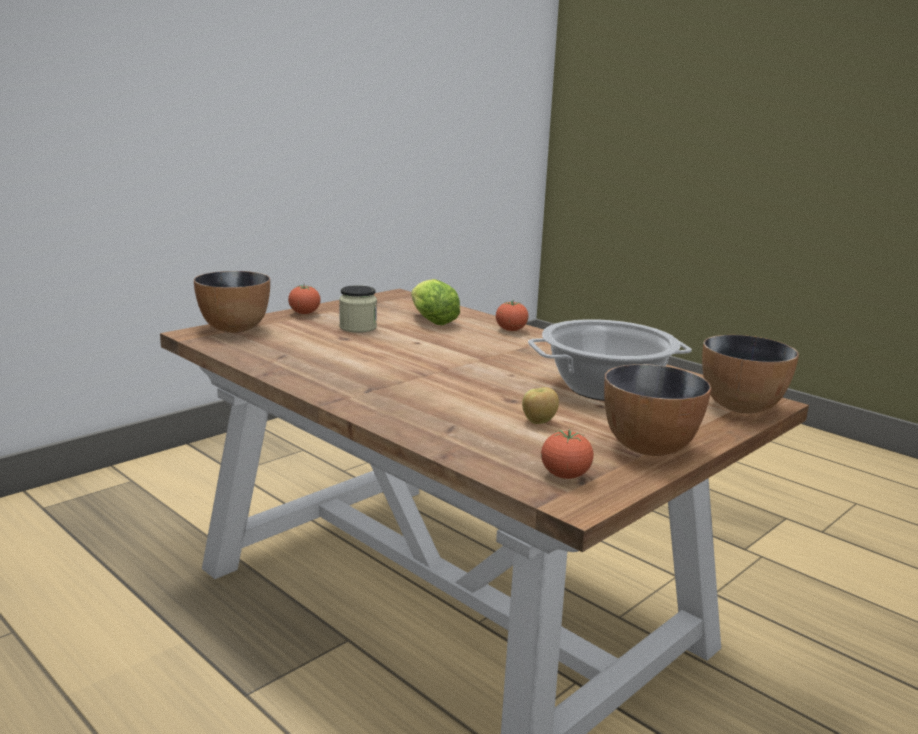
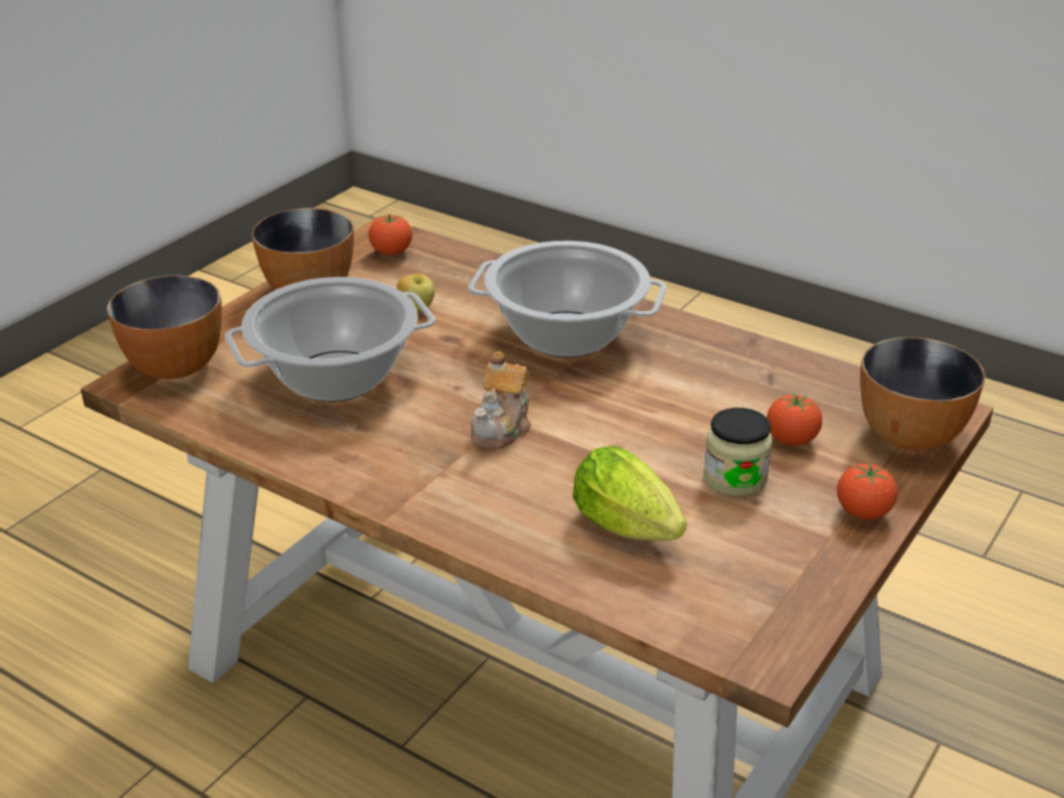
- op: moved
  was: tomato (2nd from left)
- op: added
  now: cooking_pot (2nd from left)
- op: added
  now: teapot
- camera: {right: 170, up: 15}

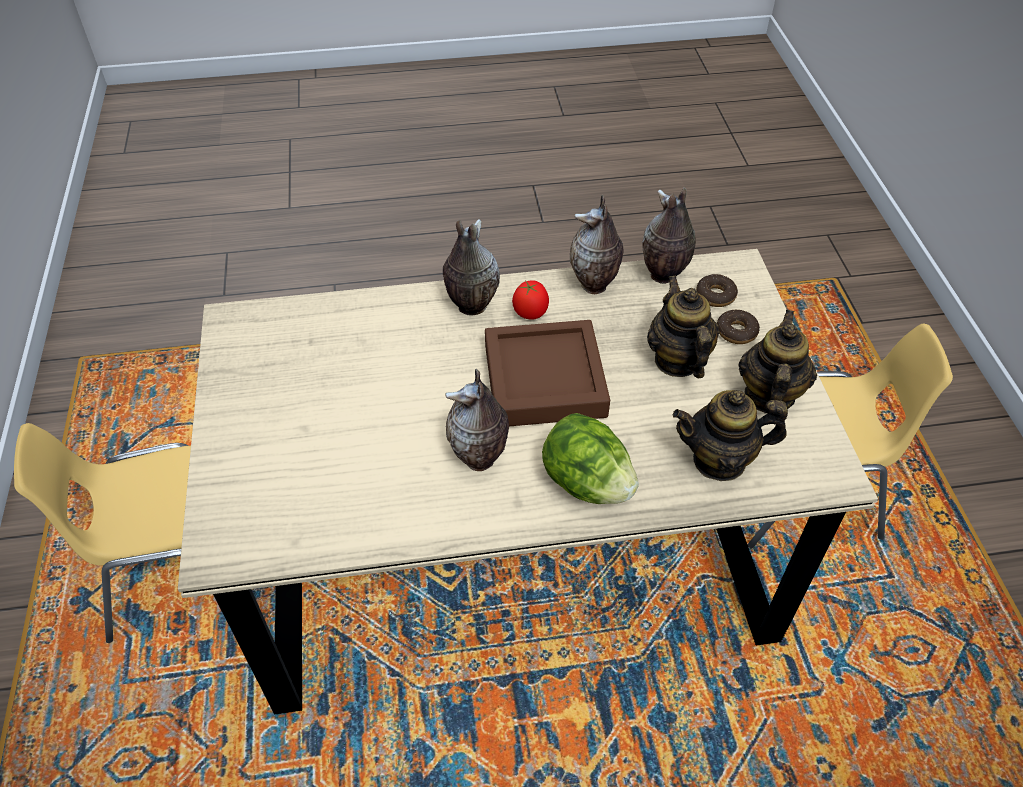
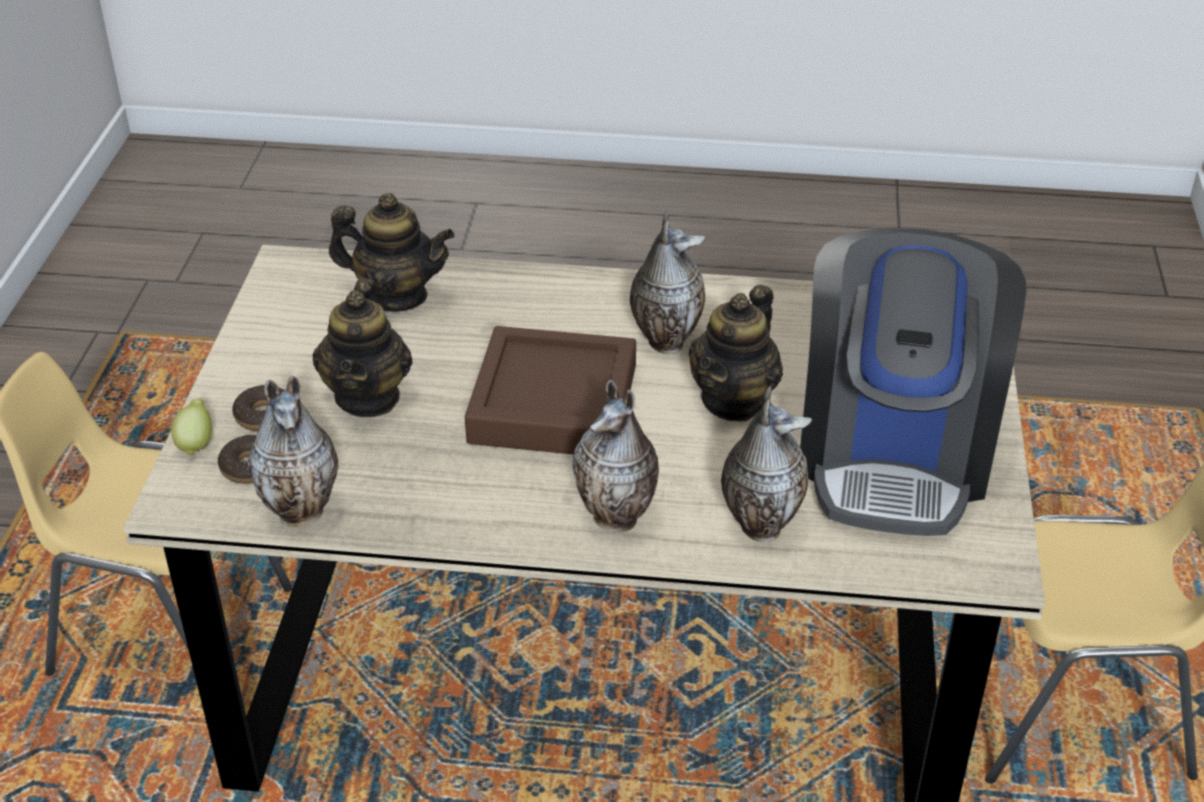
- op: removed
  was: tomato
- op: removed
  was: lettuce
- op: moved
  was: vase (3rd from left in the first image)
  now: vase (4th from left)
- op: moved
  was: teapot (3rd from left)
- op: added
  now: lemon
- op: added
  now: coffee_machine
- camera: {right: -165, up: -10}

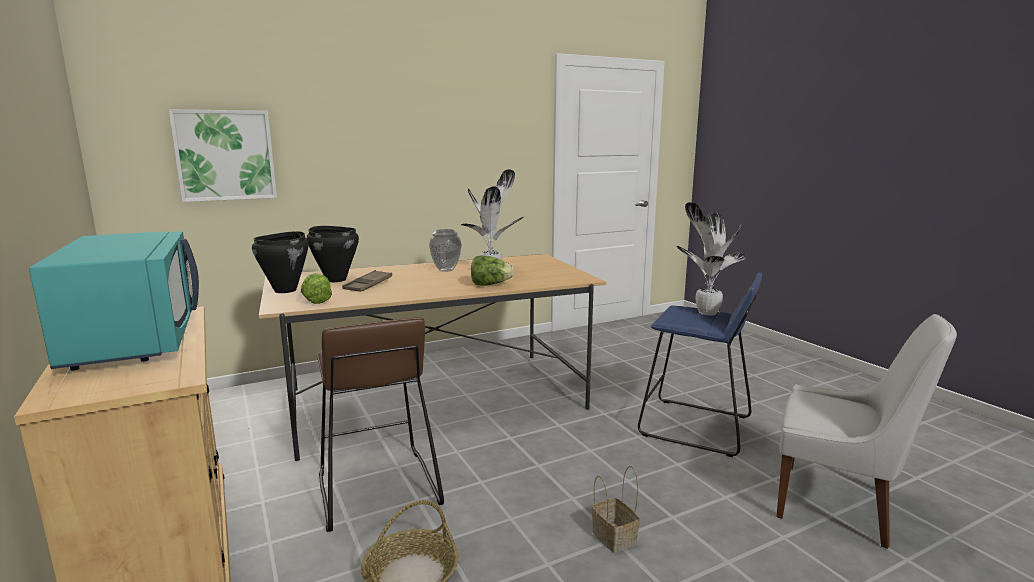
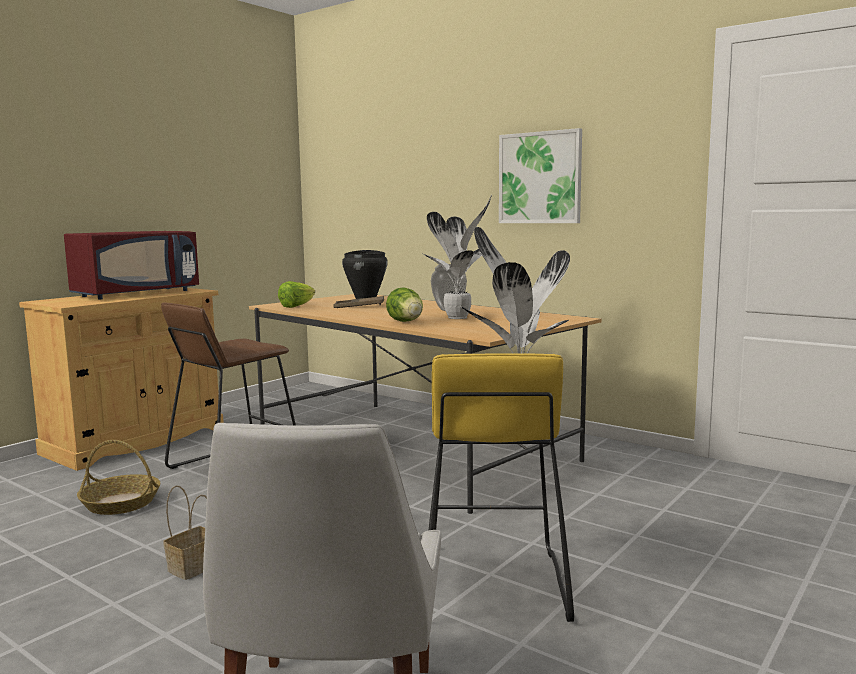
- op: recoloured
  was: turquoise_microwave
  now: red_microwave
- op: moved
  was: picture
- op: removed
  was: black_cooking_pot (1st from left)
- op: recoloured
  was: blue_stool
  now: yellow_stool
- camera: {right: 65, up: -5}

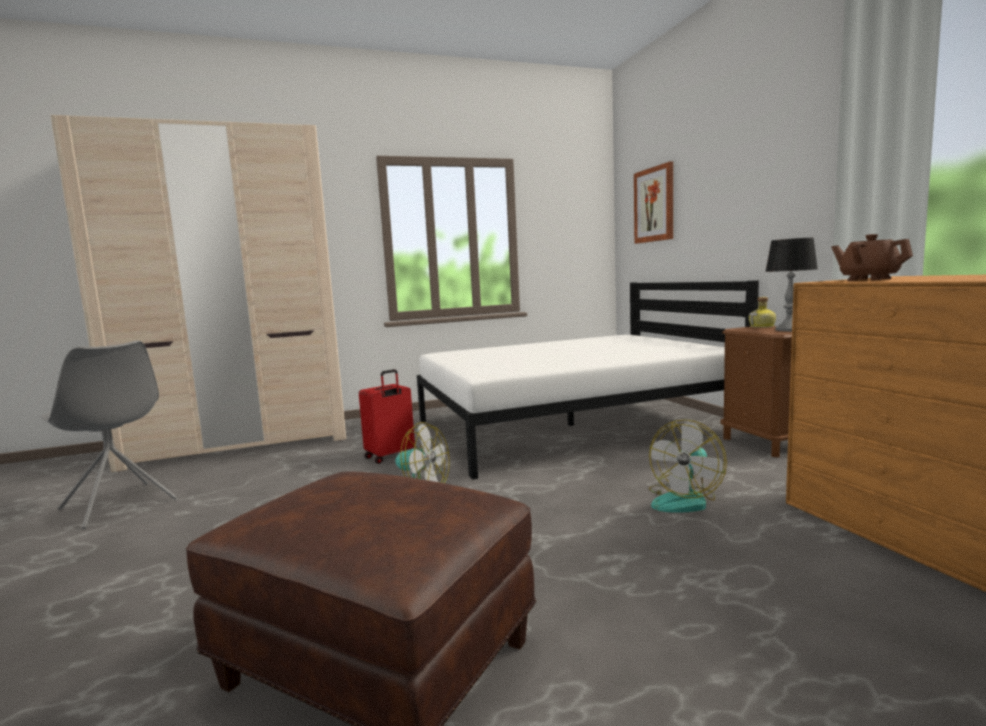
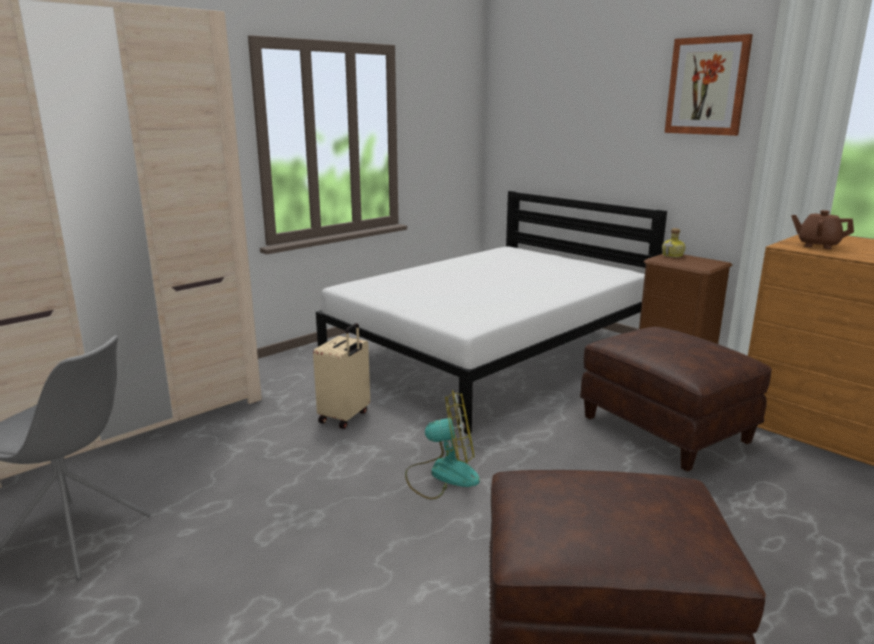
- op: recoloured
  was: red_suitcase
  now: beige_suitcase
- op: moved
  was: picture
- op: replaced
  was: fan (2nd from left)
  now: brown_ottoman (2nd from left)
- op: removed
  was: table_lamp
- camera: {right: -25, up: 10}

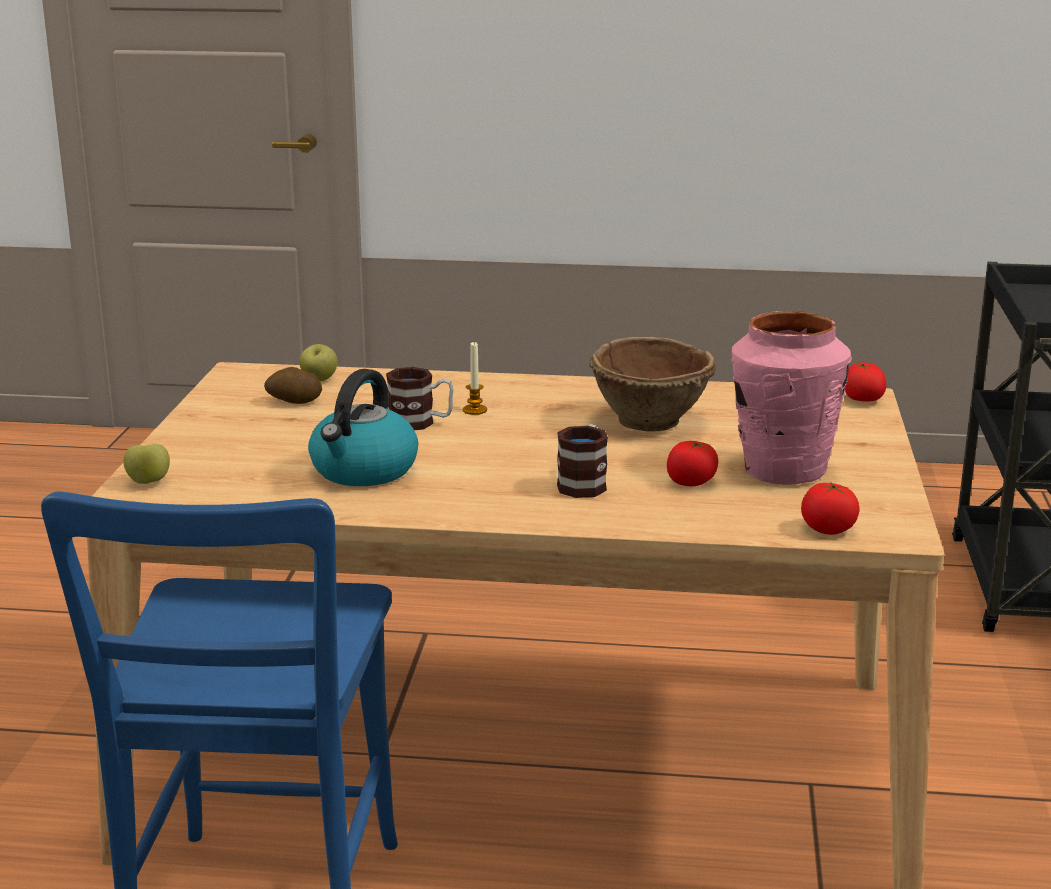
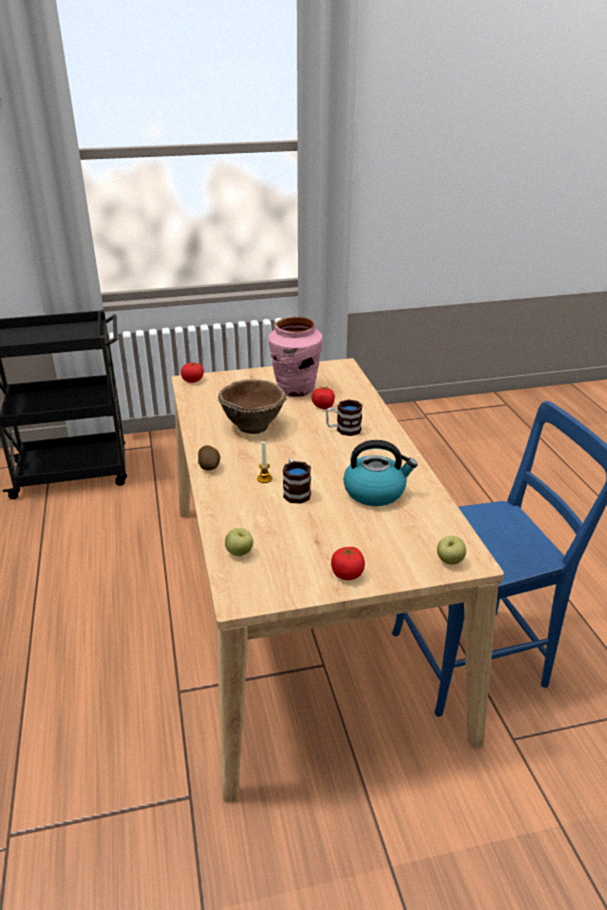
- op: moved
  was: potato
- op: moved
  was: tomato (2nd from left in the first image)
  now: tomato (3rd from left)
- camera: {right: -110, up: 10}

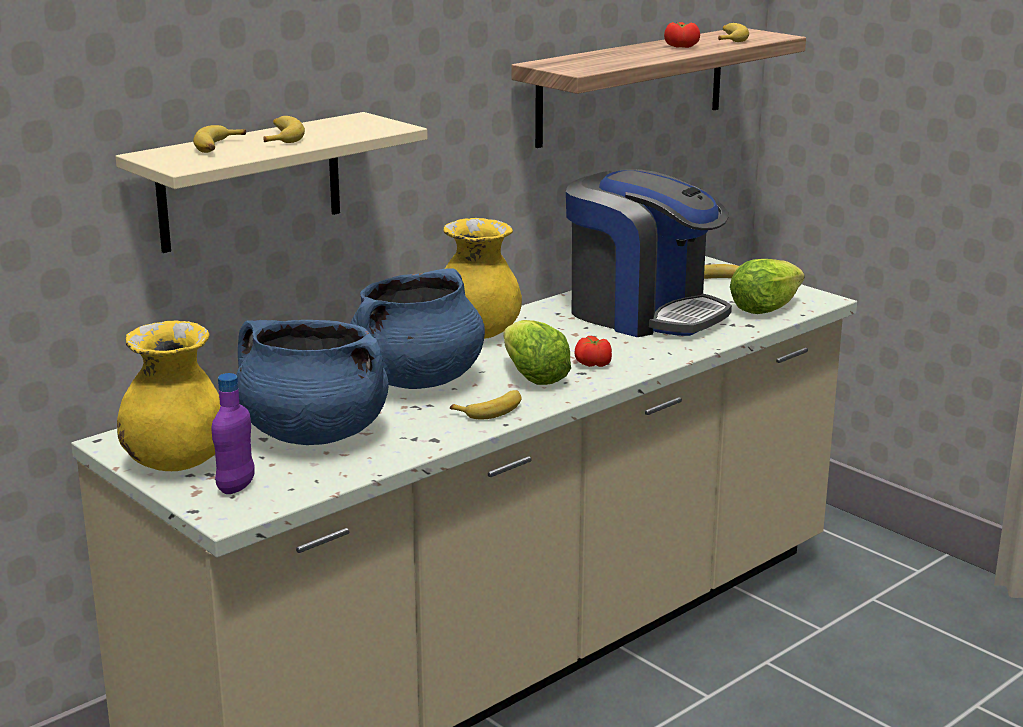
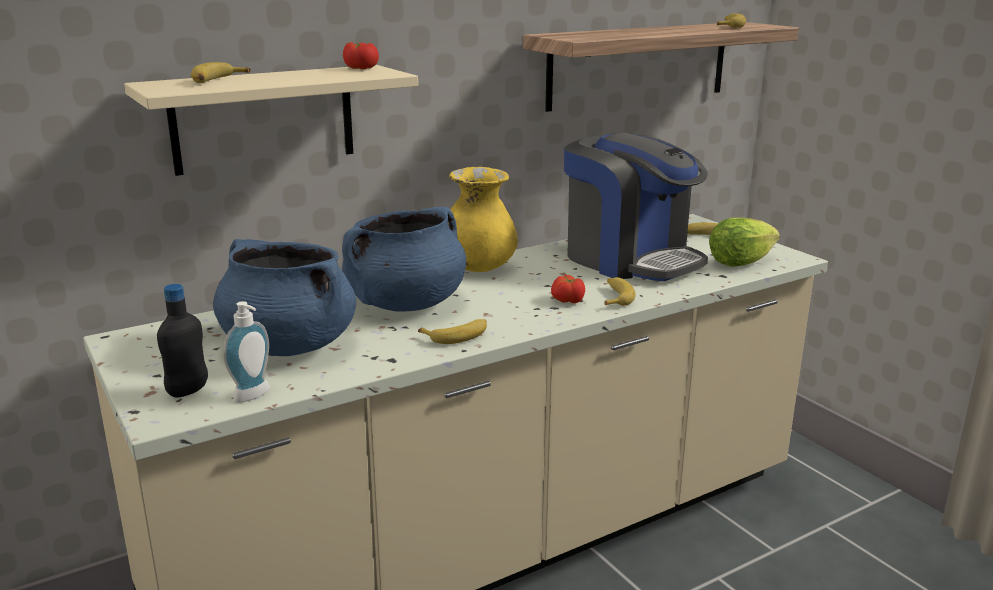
- op: removed
  was: yellow_vase (1st from left)
- op: recoloured
  was: purple_bottle
  now: black_bottle
- op: moved
  was: banana (2nd from left in the first image)
  now: banana (3rd from left)
- op: removed
  was: lettuce (1st from left)
- op: moved
  was: tomato (2nd from left in the first image)
  now: tomato (1st from left)
- op: added
  now: soap_dispenser
- camera: {right: 10, up: 0}

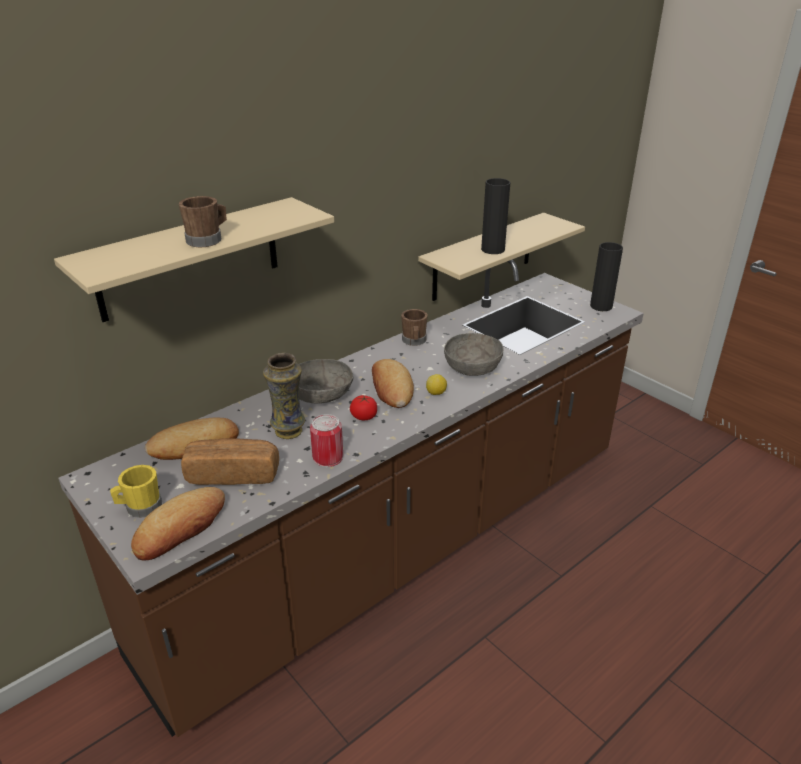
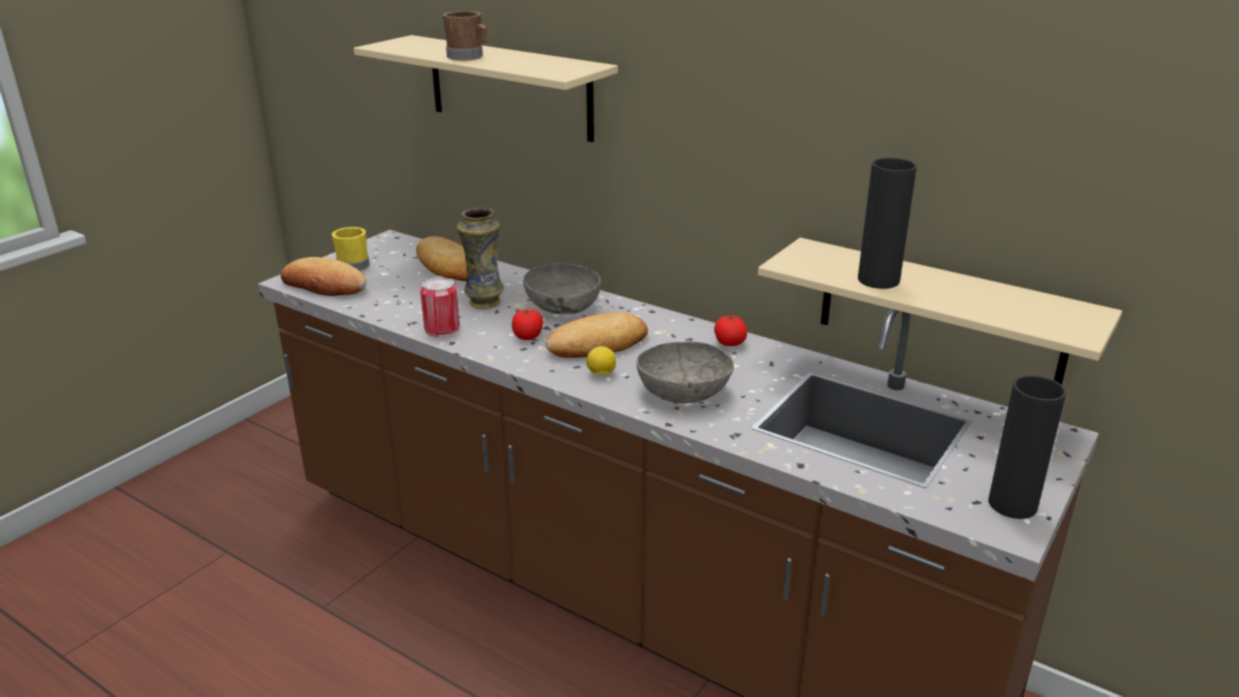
- op: removed
  was: bread (3rd from left)
- op: replaced
  was: brown_mug (2nd from left)
  now: tomato (2nd from left)
- camera: {right: 75, up: -5}

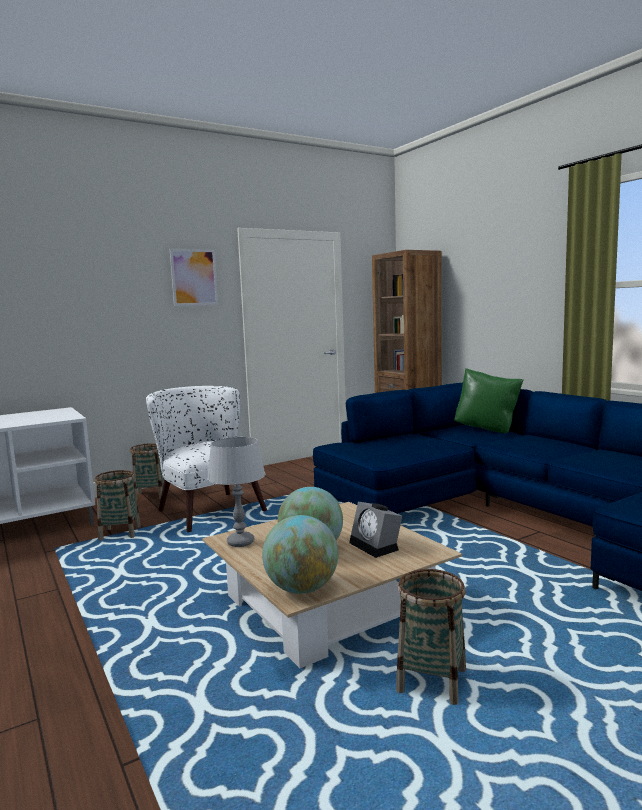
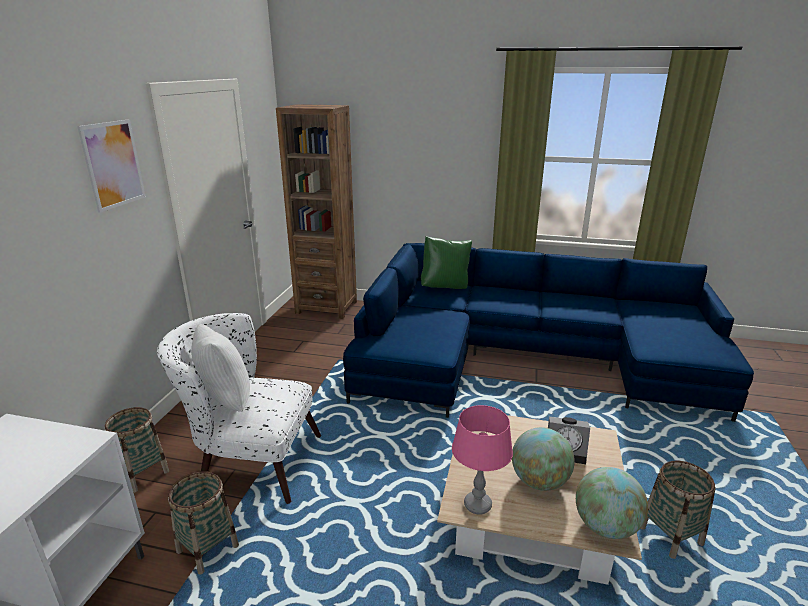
- op: recoloured
  was: grey_table_lamp
  now: pink_table_lamp
- op: added
  now: white_pillow
- camera: {right: -45, up: 15}

